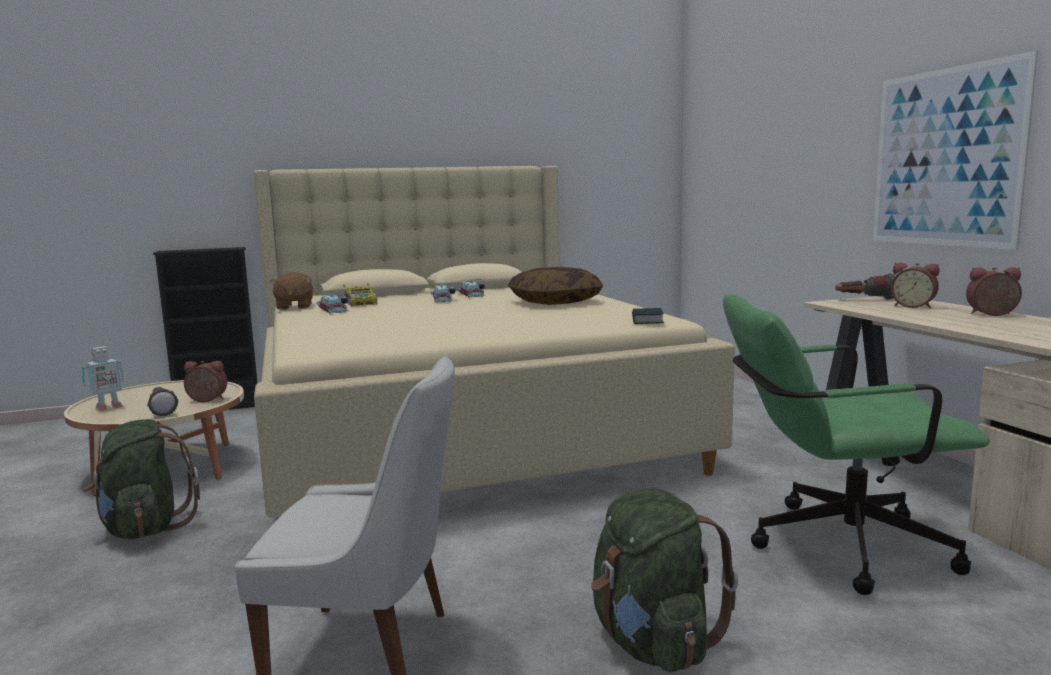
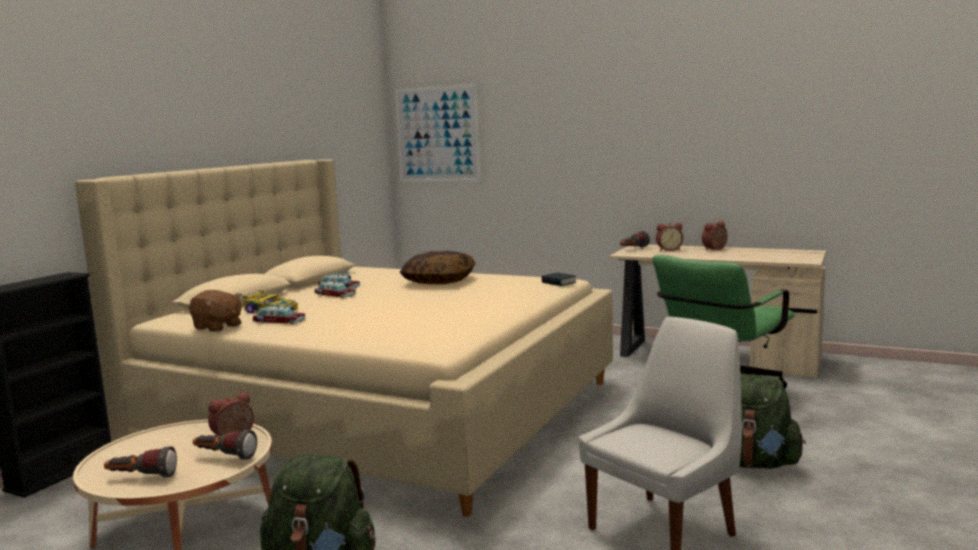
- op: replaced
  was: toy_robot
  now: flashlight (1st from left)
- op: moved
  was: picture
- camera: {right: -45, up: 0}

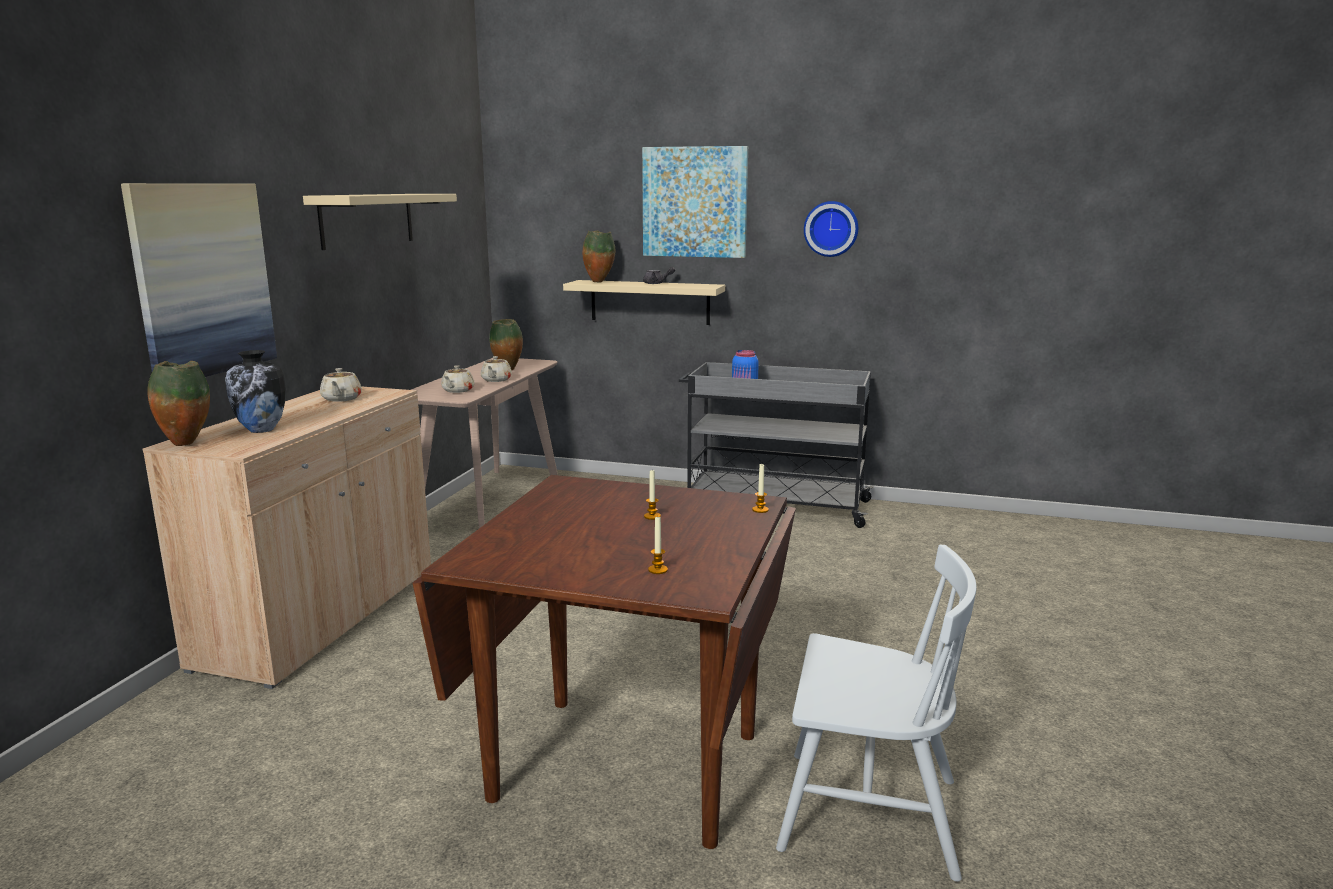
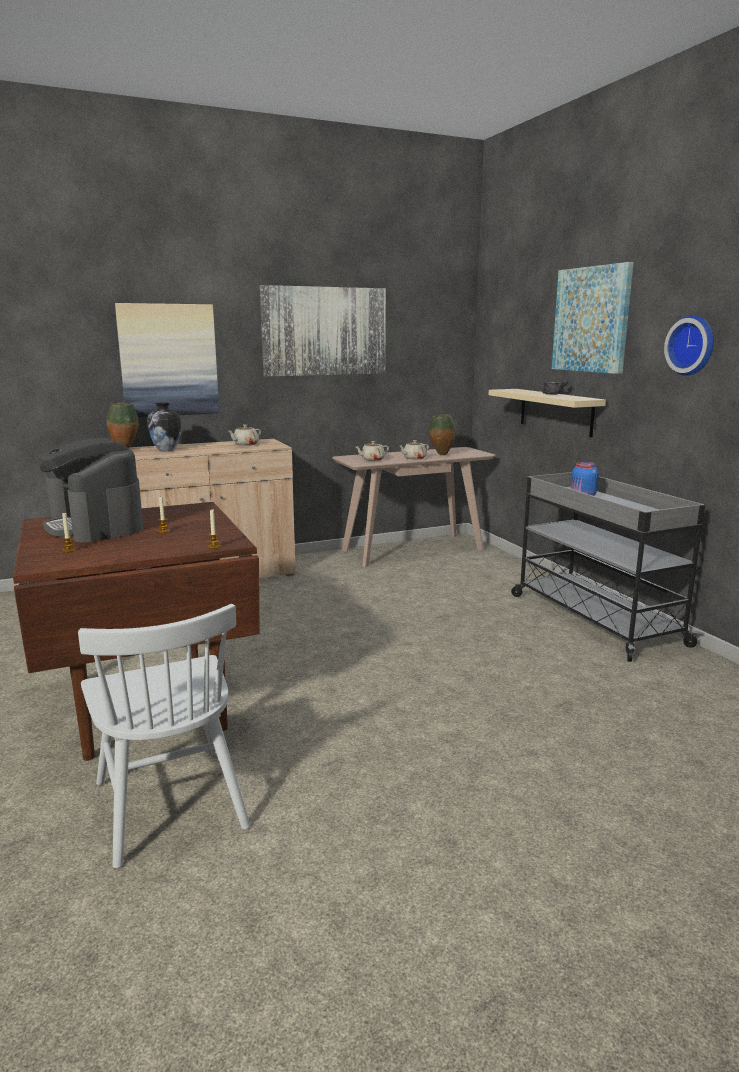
- op: replaced
  was: beige_shelf (1st from left)
  now: picture (2nd from left)
- op: removed
  was: vase (4th from left)
- op: added
  now: coffee_machine
- camera: {right: 50, up: 0}

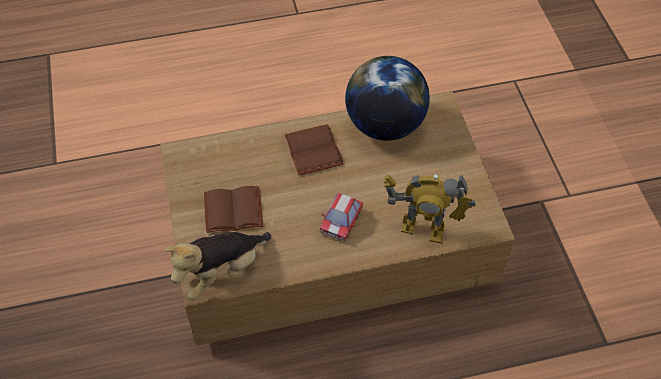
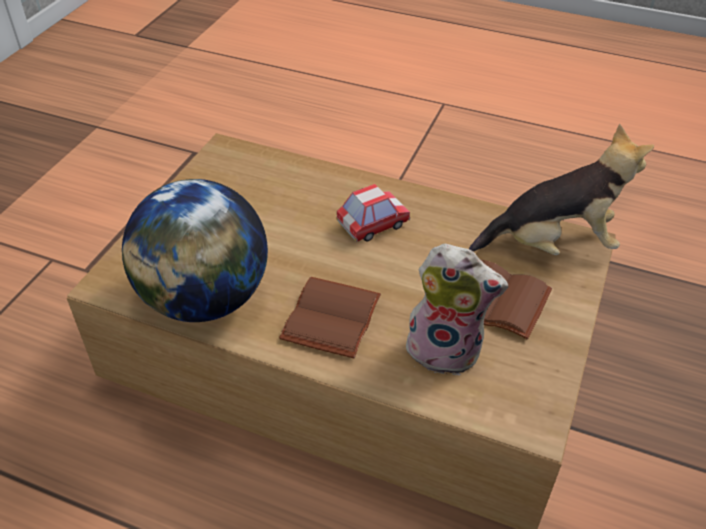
- op: removed
  was: toy_robot
- op: added
  now: plush_toy (1st from left)
- camera: {right: -145, up: -10}

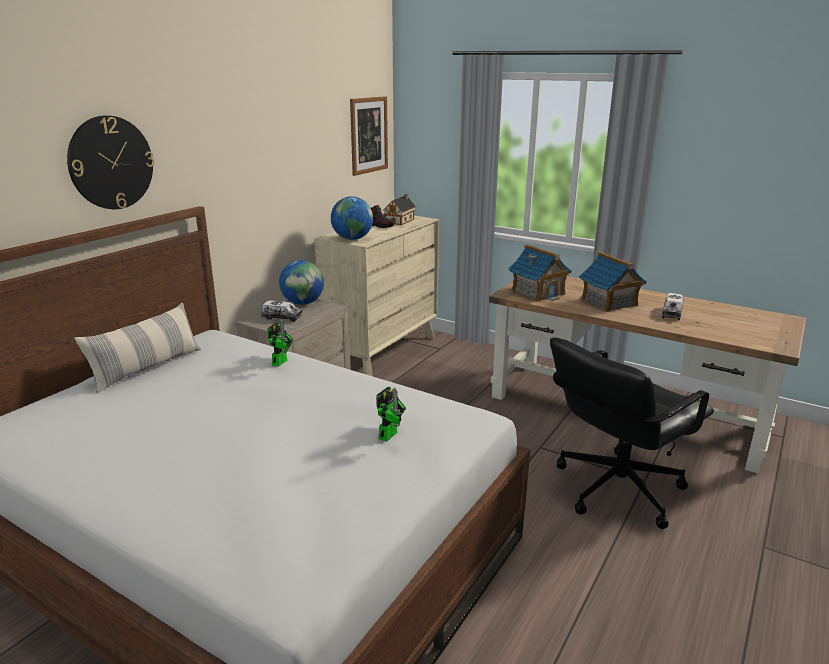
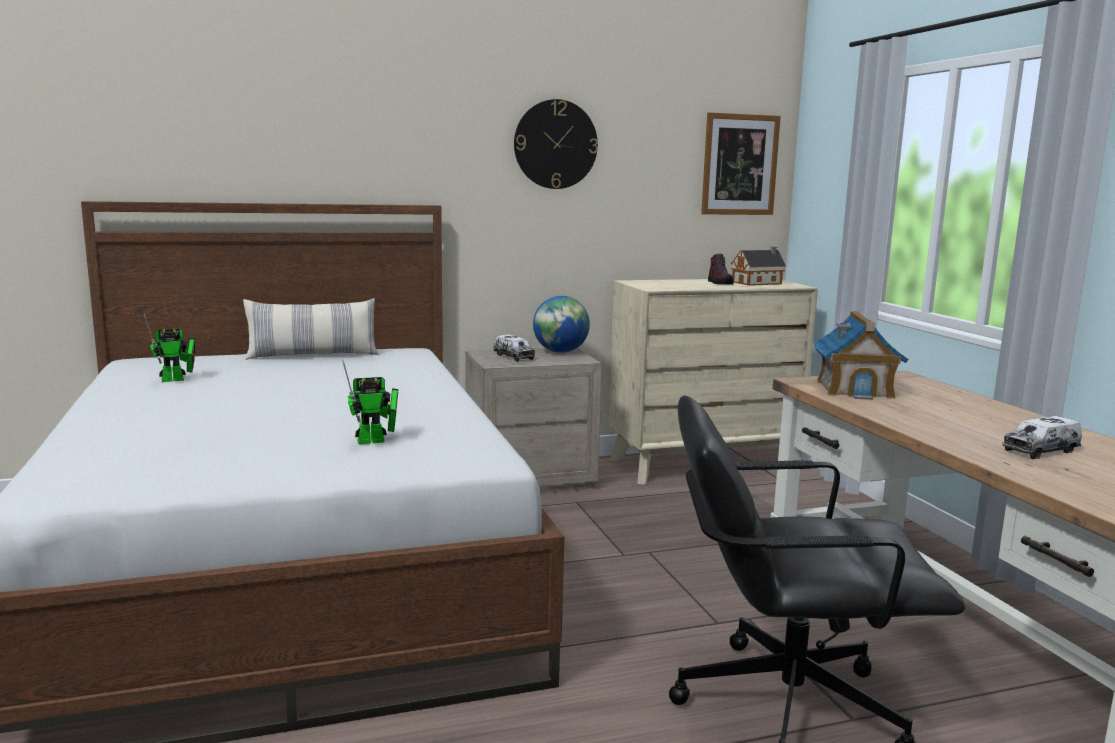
- op: moved
  was: wall_clock
- op: moved
  was: toy_robot (1st from left)
- op: removed
  was: globe (2nd from left)
- op: removed
  was: toy_house (3rd from left)
- camera: {right: 40, up: -10}

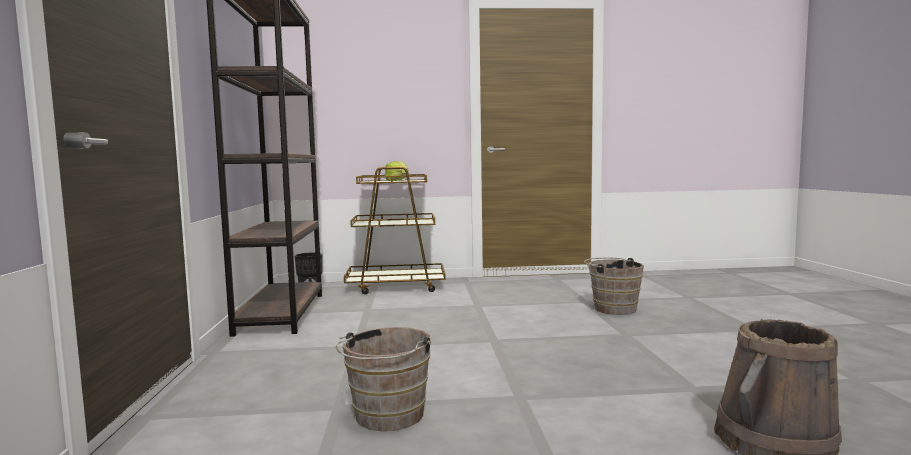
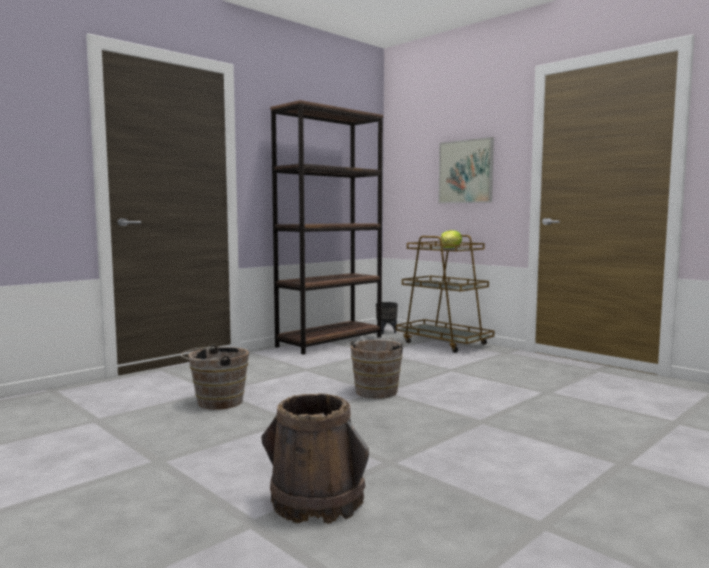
- op: moved
  was: brown_bucket (2nd from left in the first image)
  now: brown_bucket (3rd from left)
- op: added
  now: picture
- camera: {right: 50, up: 0}

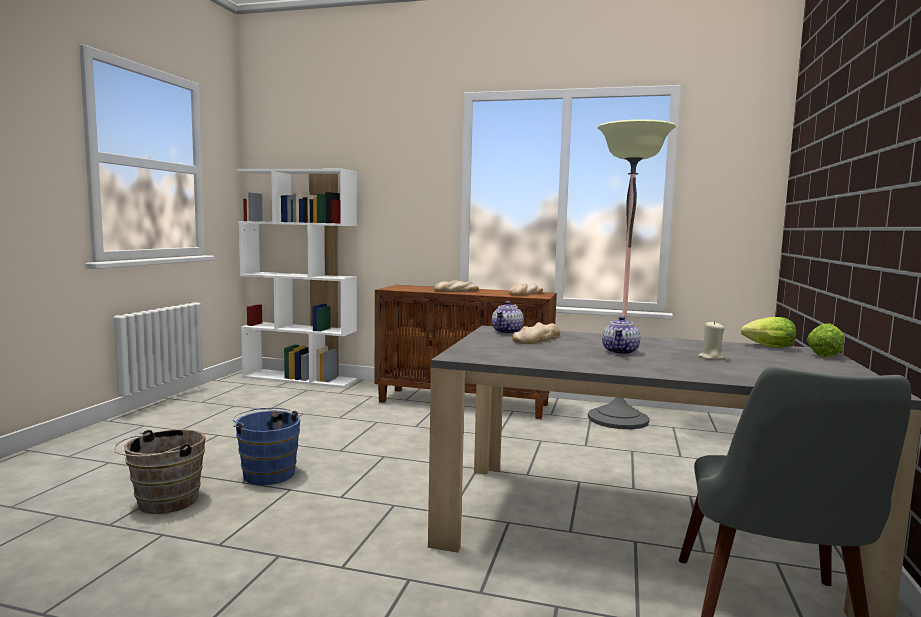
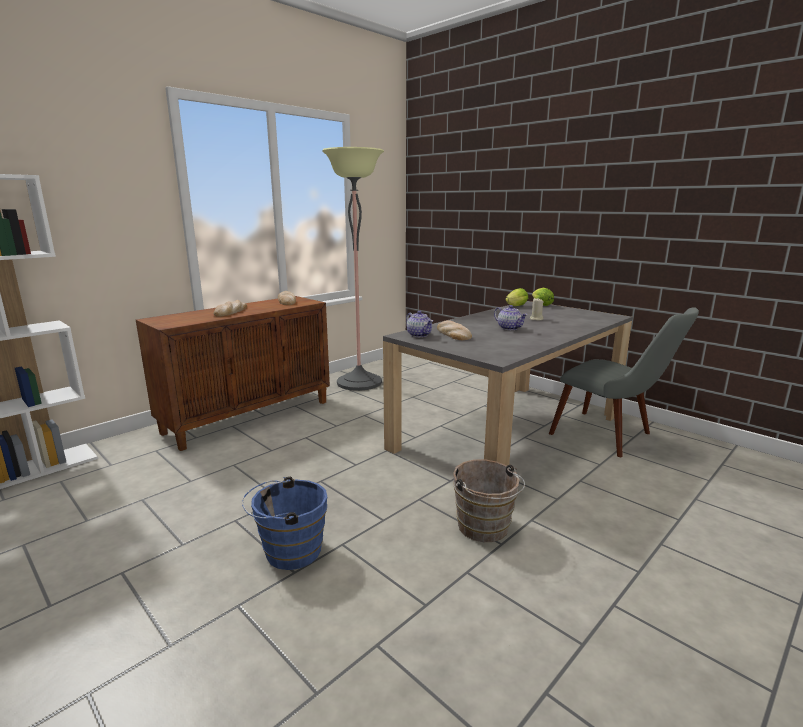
- op: moved
  was: brown_bucket
- camera: {right: -60, up: 10}

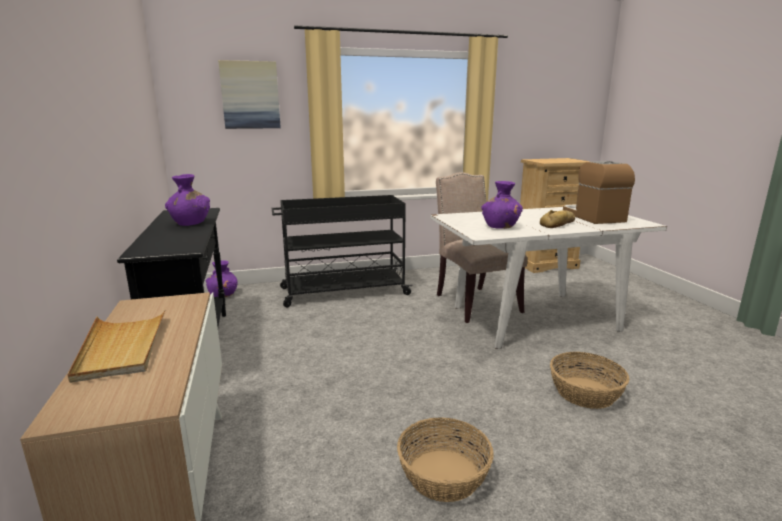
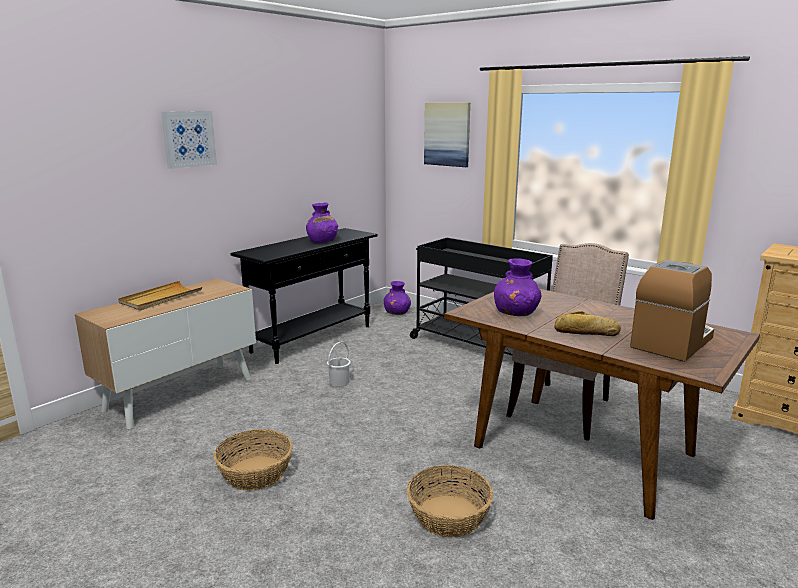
- op: recoloured
  was: white_dining_table
  now: brown_dining_table
- op: added
  now: picture (1st from left)
- op: added
  now: white_bucket
- camera: {right: 55, up: 0}

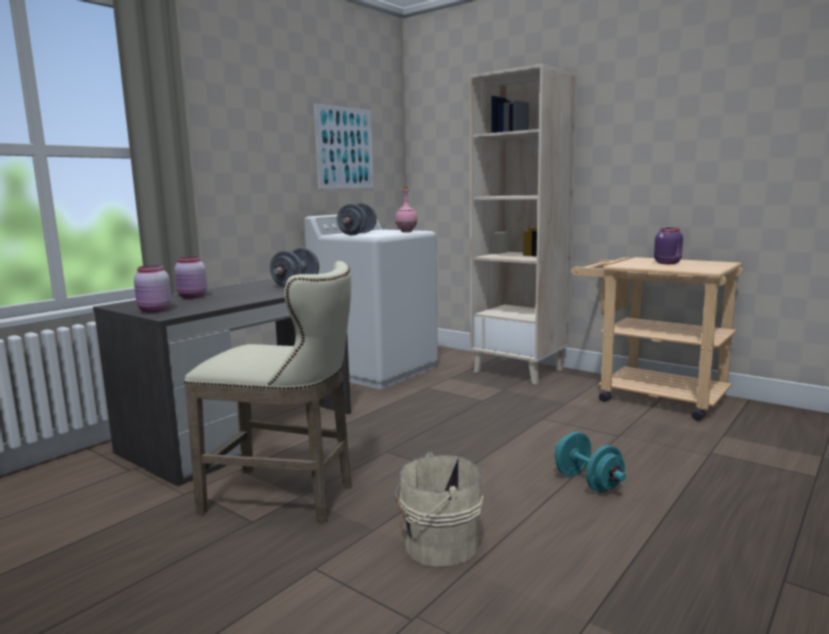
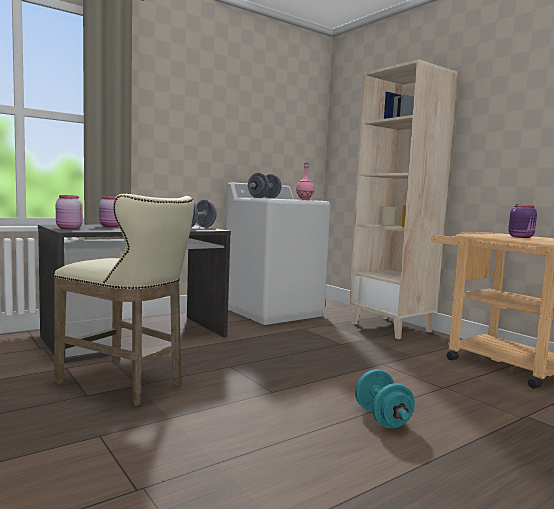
- op: removed
  was: picture
- op: removed
  was: beige_bucket
- camera: {right: 15, up: -5}

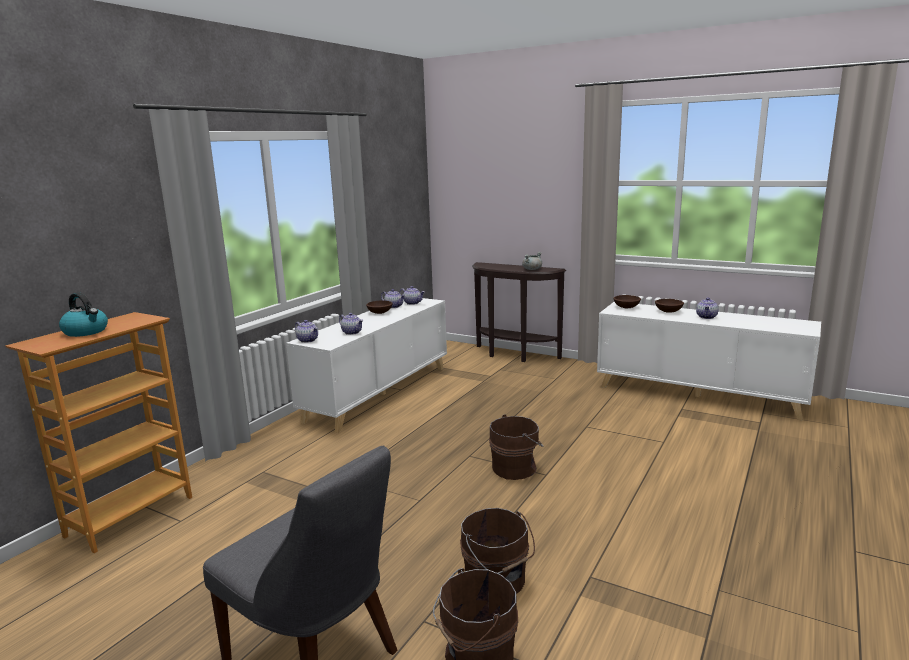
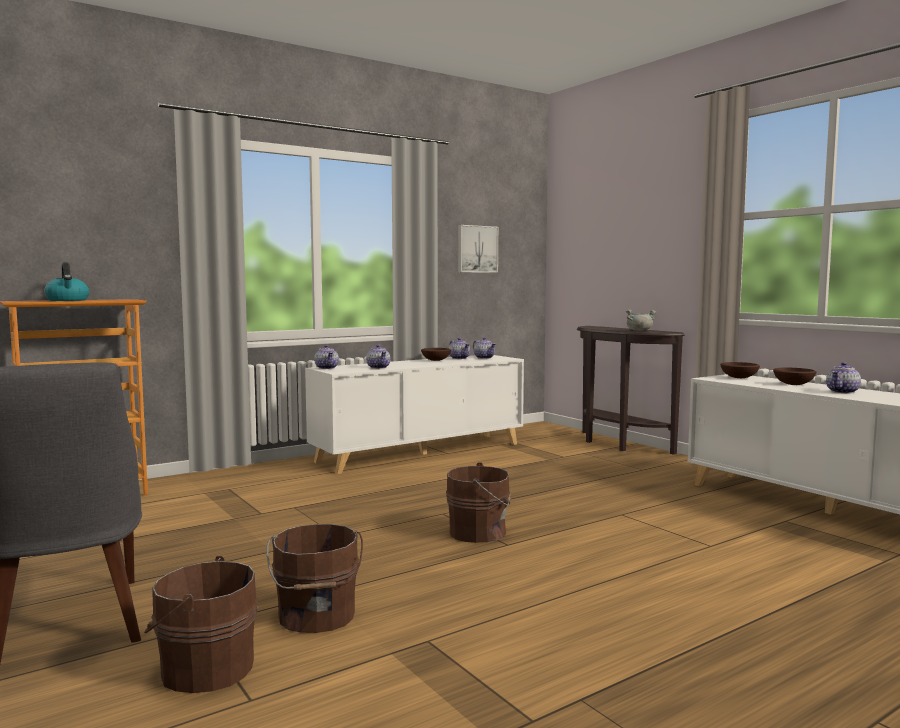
- op: added
  now: picture
- camera: {right: 25, up: -10}

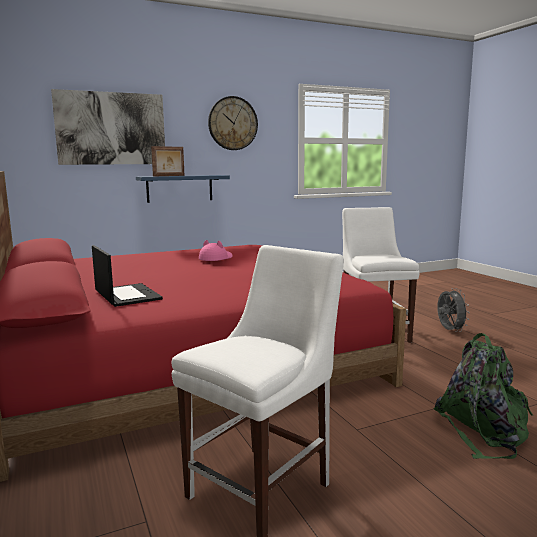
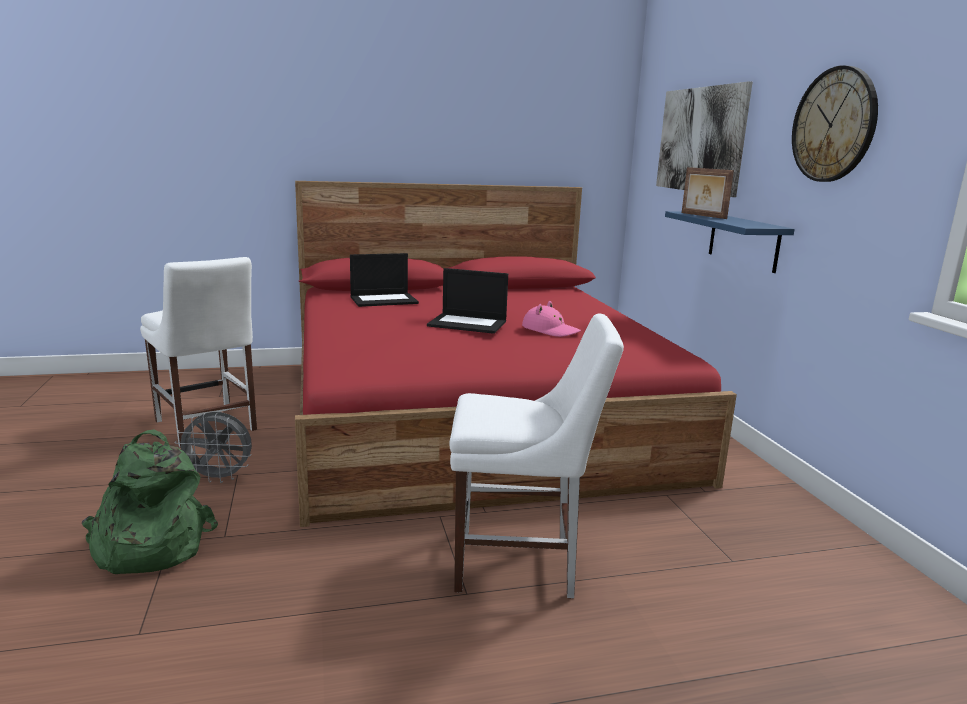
- op: moved
  was: grey_fan
- op: added
  now: laptop (2nd from left)
- camera: {right: 100, up: 5}

